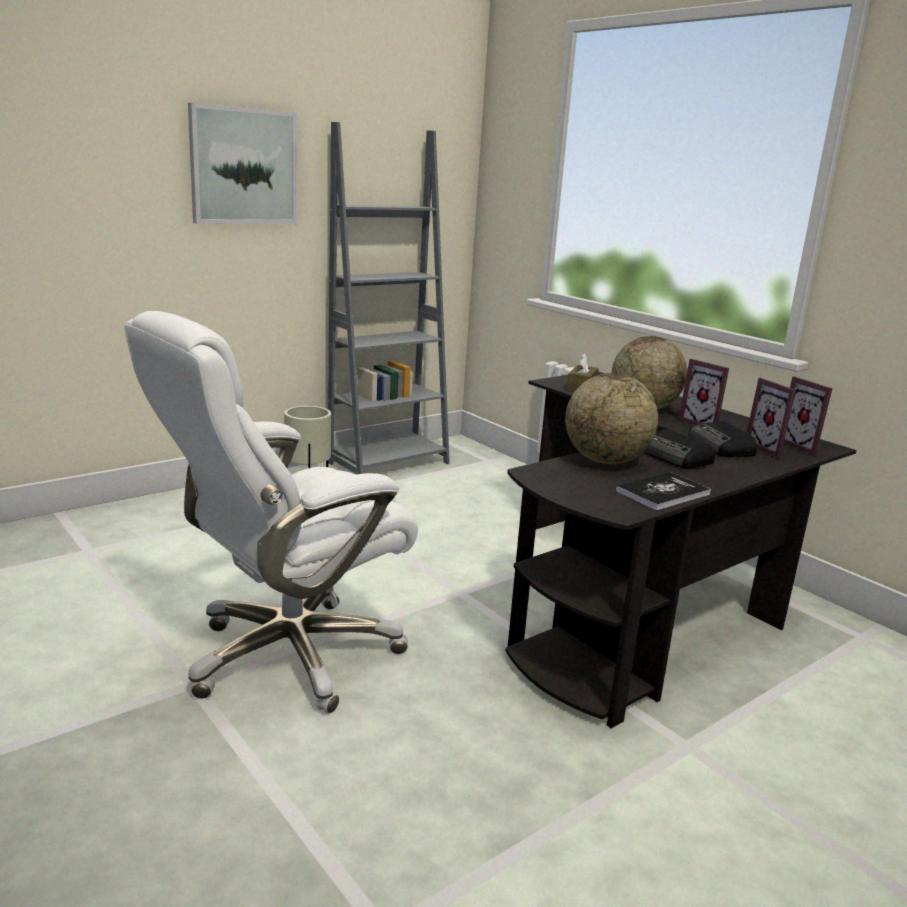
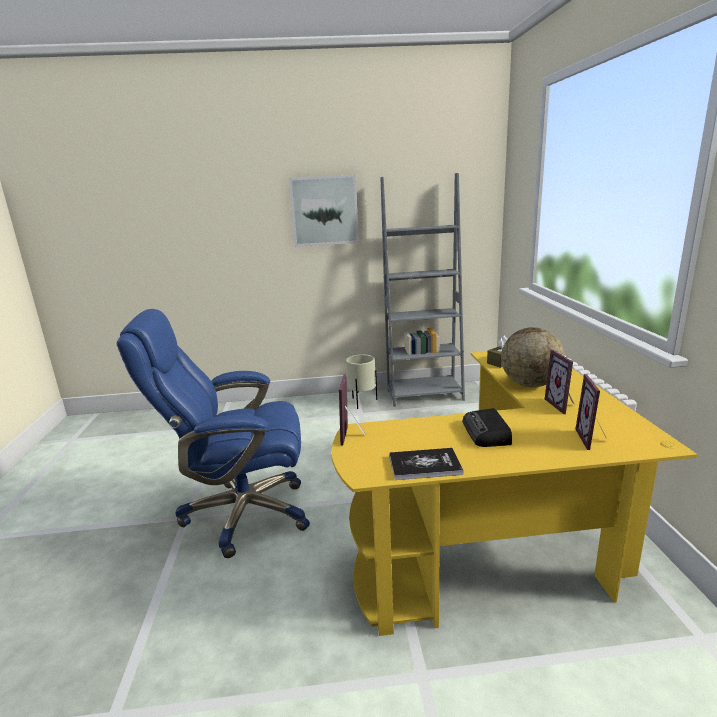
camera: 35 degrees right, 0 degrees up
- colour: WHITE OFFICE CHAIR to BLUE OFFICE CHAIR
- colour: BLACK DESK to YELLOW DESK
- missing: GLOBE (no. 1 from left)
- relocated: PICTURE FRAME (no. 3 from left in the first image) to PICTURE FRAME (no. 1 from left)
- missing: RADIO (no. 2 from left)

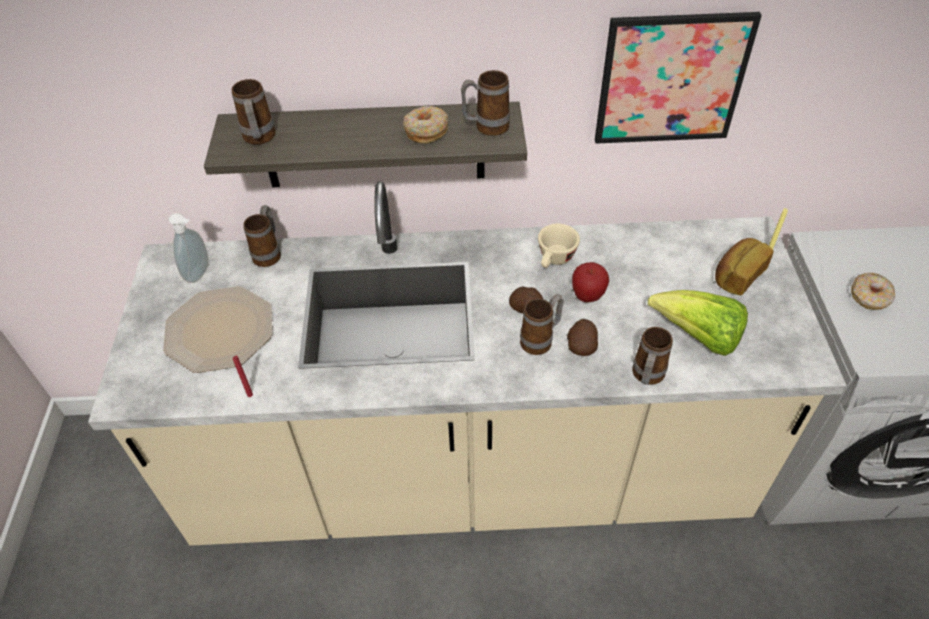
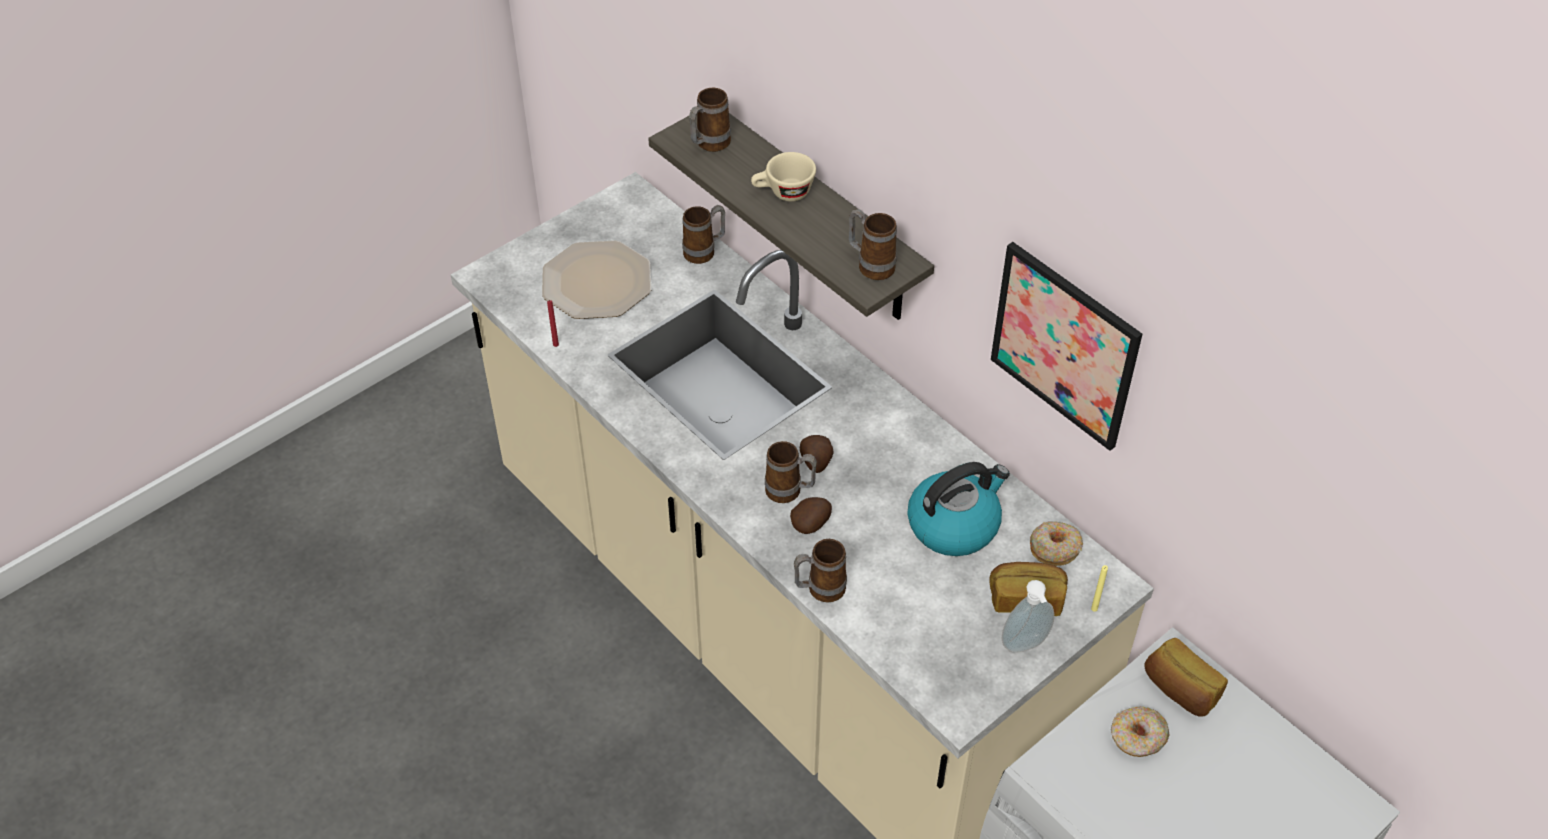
camera: 50 degrees right, 0 degrees up
- relocated: DONUT (no. 1 from left)
- relocated: SOAP DISPENSER
- relocated: BEIGE CUP
- missing: APPLE
- missing: LETTUCE
- appeared: KETTLE
- appeared: BREAD (no. 2 from left)

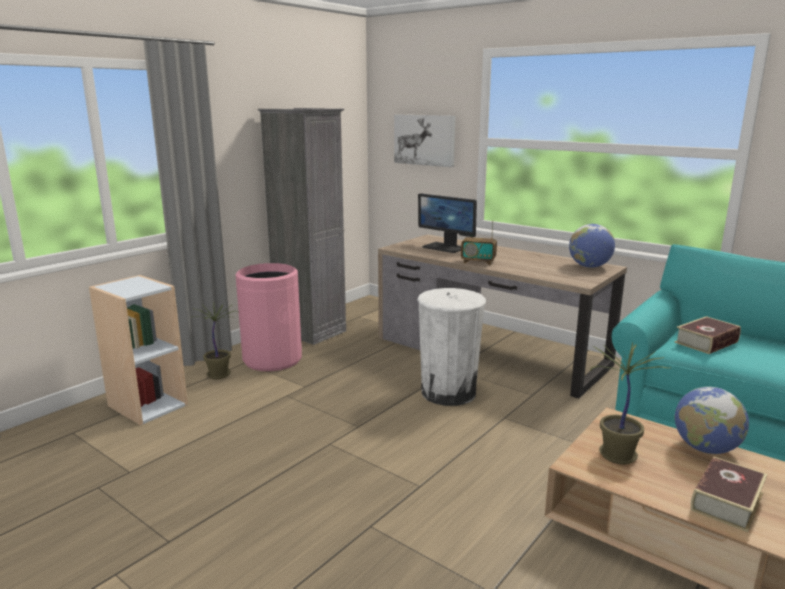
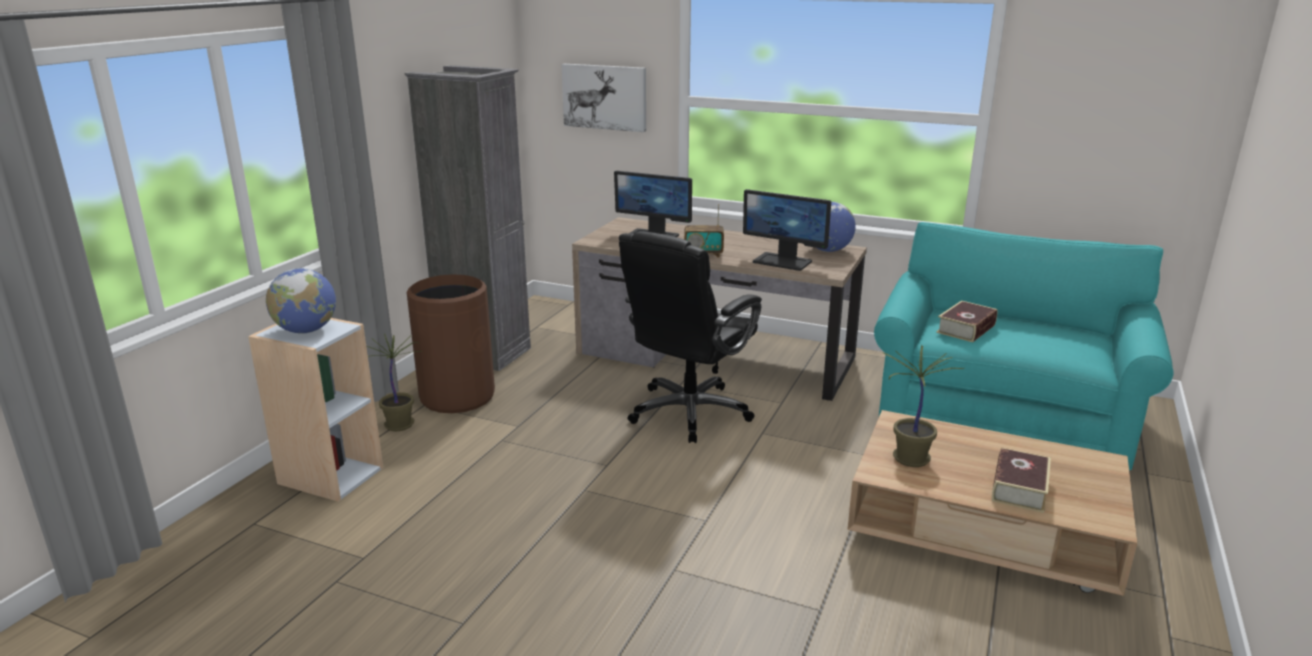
camera: 15 degrees left, 5 degrees up
- colour: PINK TRASH CAN to BROWN TRASH CAN
- exchanged: WHITE TRASH CAN to BLACK OFFICE CHAIR
- relocated: GLOBE (no. 2 from left in the first image) to GLOBE (no. 1 from left)
- appeared: MONITOR (no. 2 from left)

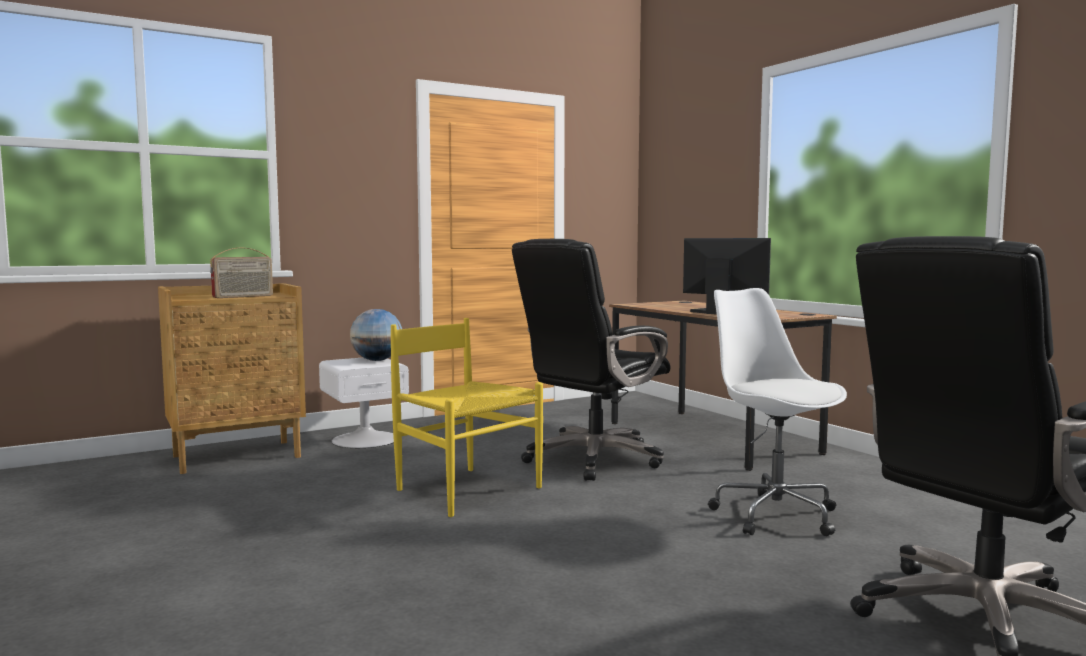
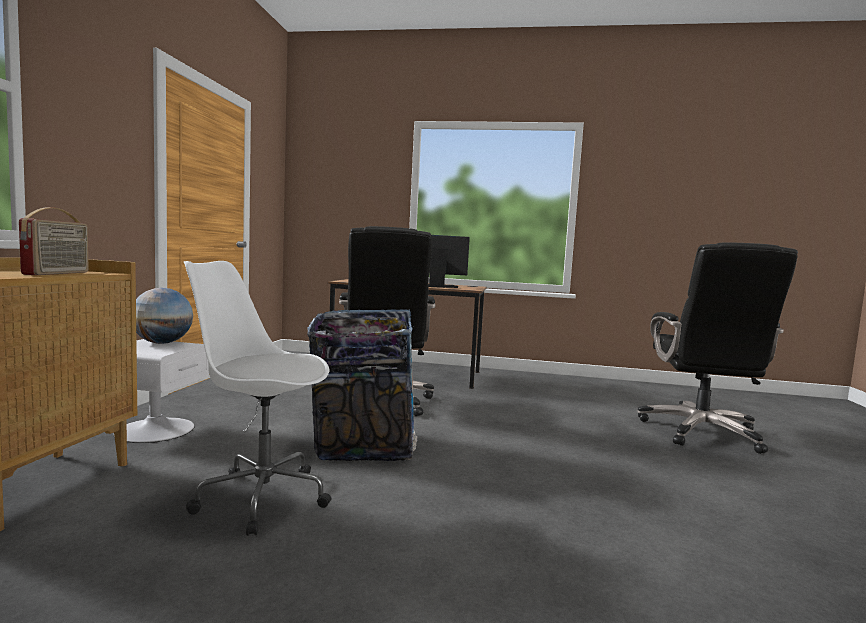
camera: 50 degrees left, 0 degrees up
- relocated: WHITE OFFICE CHAIR
- exchanged: YELLOW CHAIR to TRASH CAN

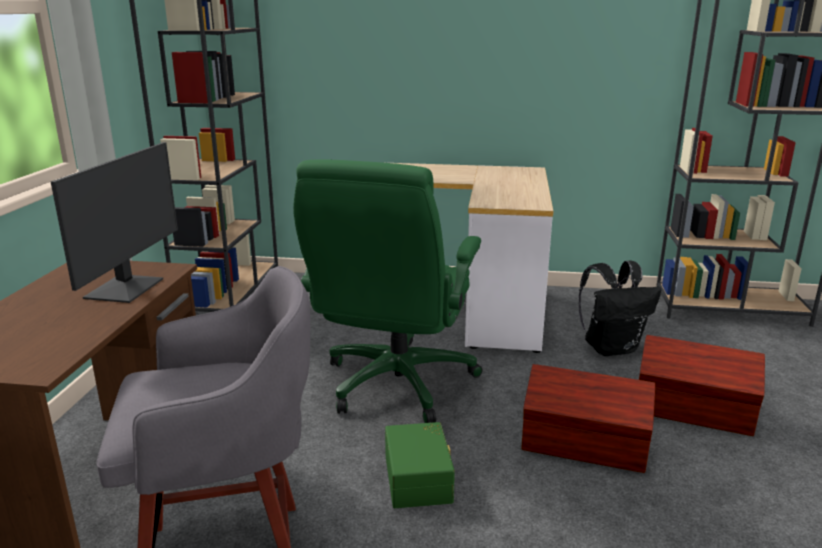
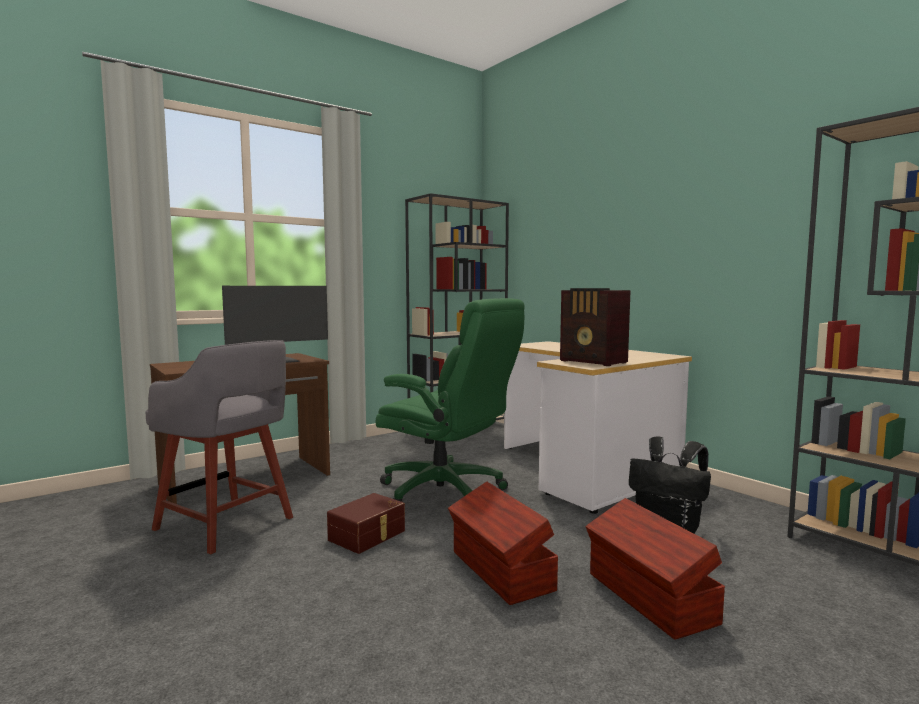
camera: 45 degrees right, 15 degrees down
- spun: GREEN OFFICE CHAIR 120 degrees counterclockwise
- colour: GREEN STORAGE BOX to BROWN STORAGE BOX (no. 1 from left)
- appeared: RADIO

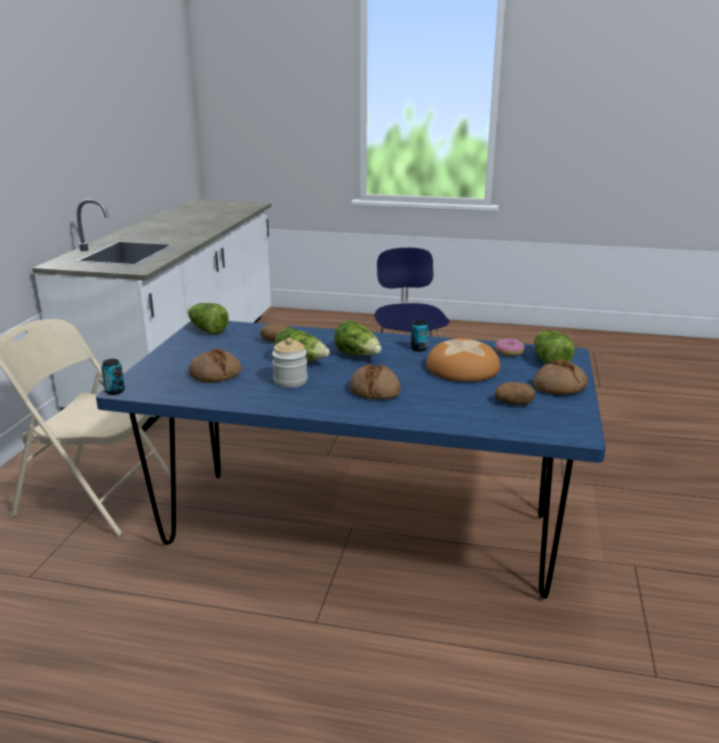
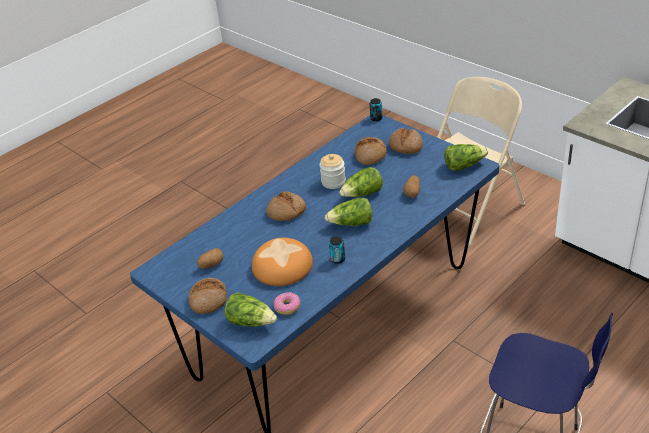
camera: 125 degrees right, 15 degrees up
- appeared: BREAD (no. 5 from left)

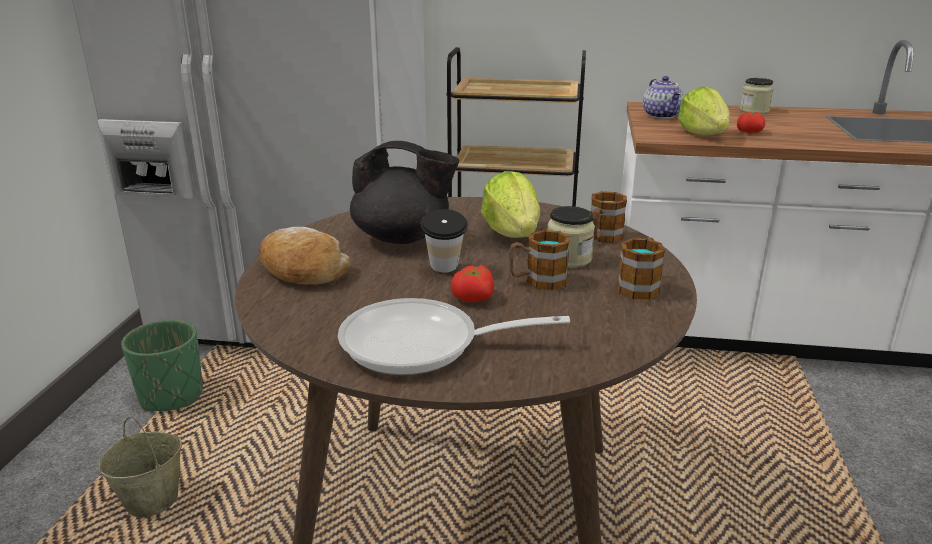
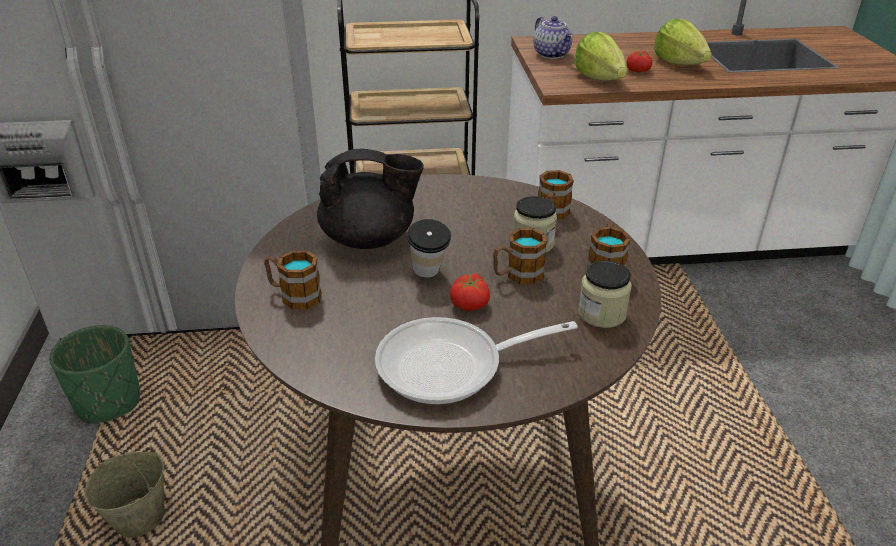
camera: 15 degrees left, 10 degrees up
- relocated: JAR (no. 2 from left)
- relocated: LETTUCE (no. 1 from left in the first image) to LETTUCE (no. 2 from left)
- exchanged: BREAD to MUG (no. 1 from left)

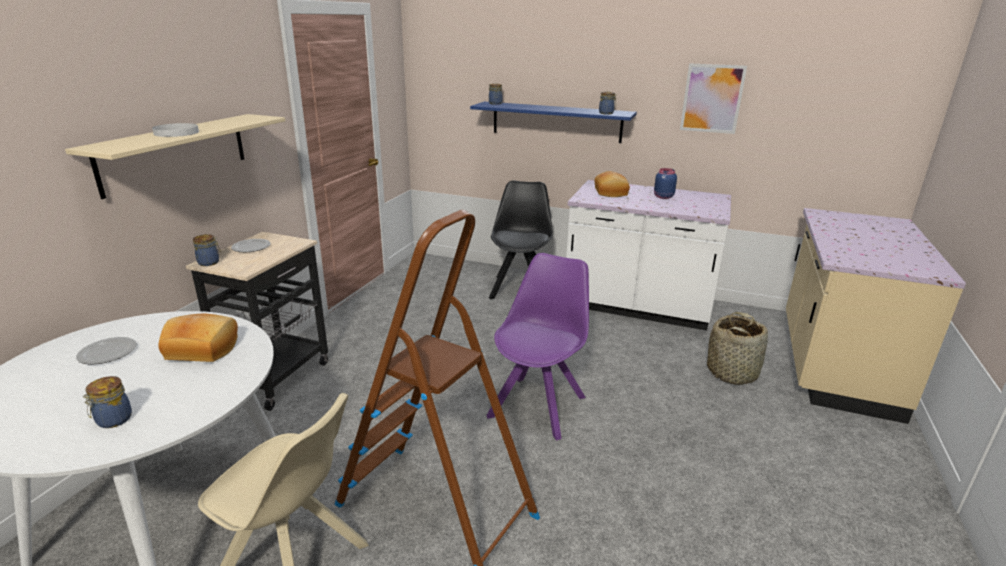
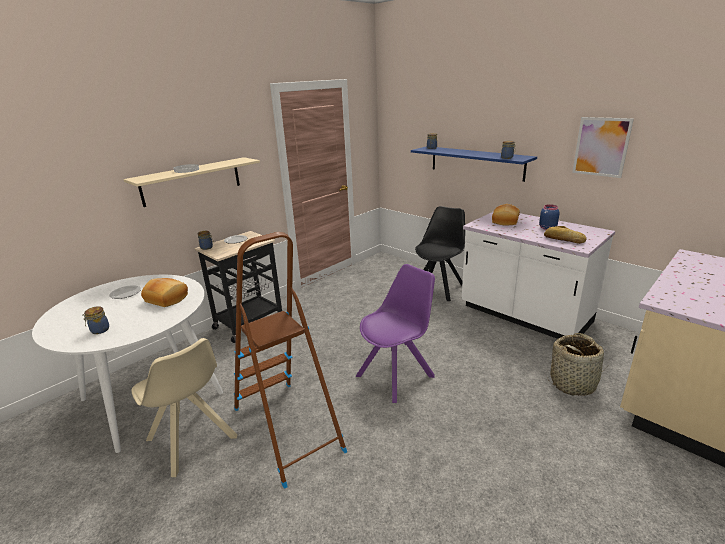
camera: 25 degrees right, 0 degrees up
- appeared: BREAD (no. 3 from left)

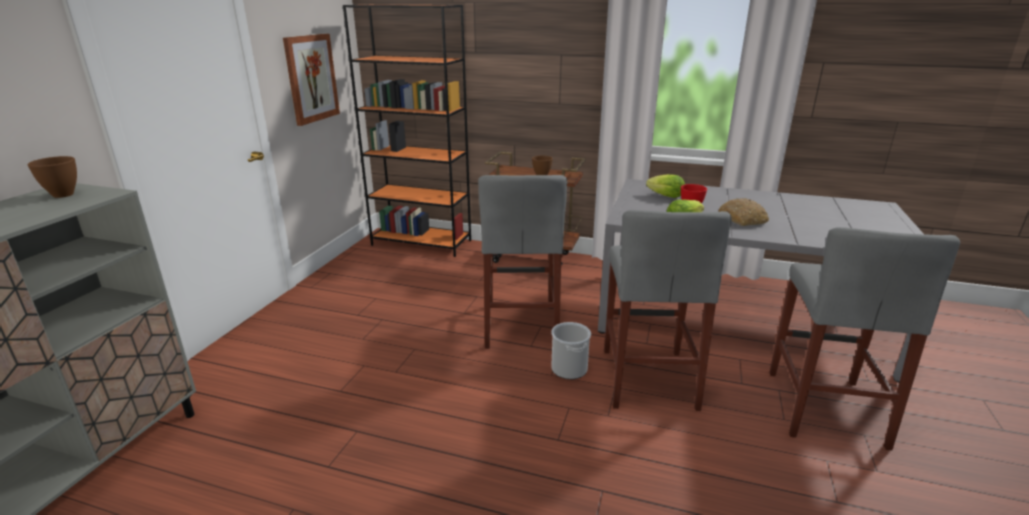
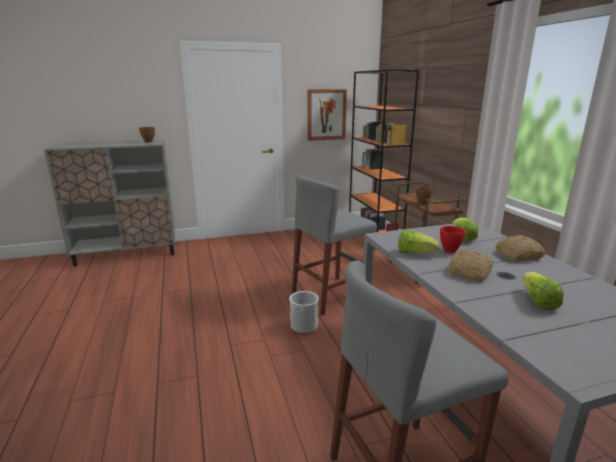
camera: 55 degrees right, 5 degrees down
- missing: GREY STOOL (no. 2 from left)
- appeared: BREAD (no. 2 from left)
- appeared: LETTUCE (no. 3 from left)

